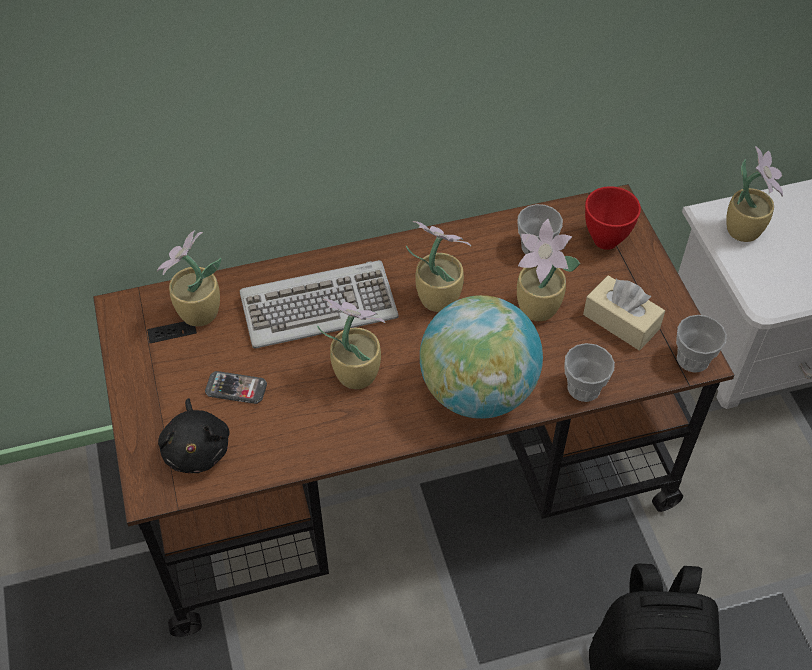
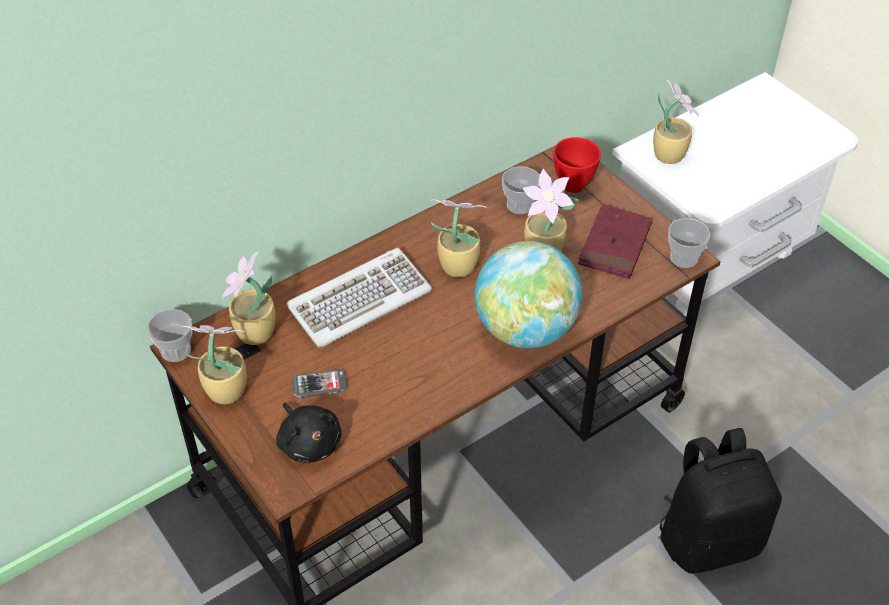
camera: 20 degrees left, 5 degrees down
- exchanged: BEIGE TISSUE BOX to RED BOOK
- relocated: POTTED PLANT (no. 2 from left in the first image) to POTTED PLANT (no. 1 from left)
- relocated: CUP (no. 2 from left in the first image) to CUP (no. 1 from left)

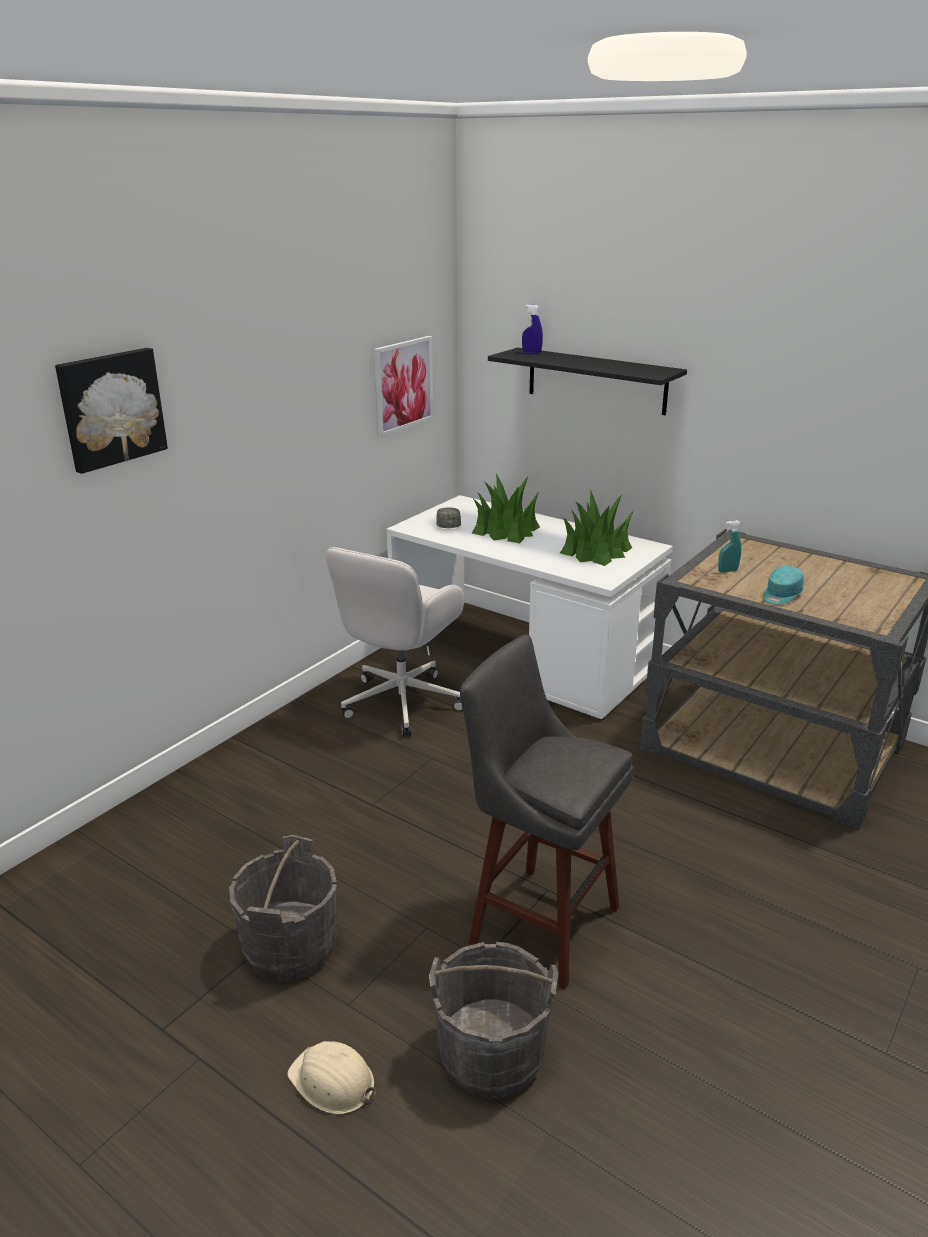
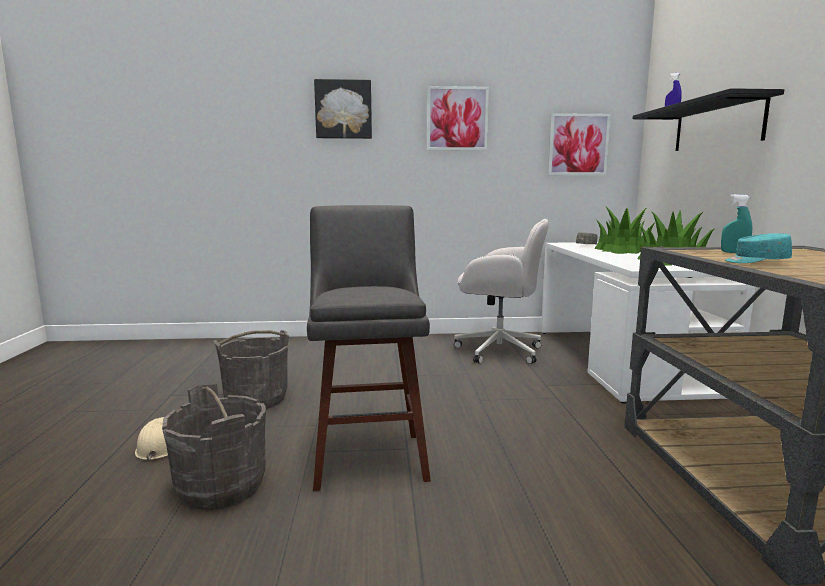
camera: 50 degrees right, 15 degrees down
- spun: WHITE OFFICE CHAIR 150 degrees counterclockwise
- appeared: PICTURE (no. 2 from left)

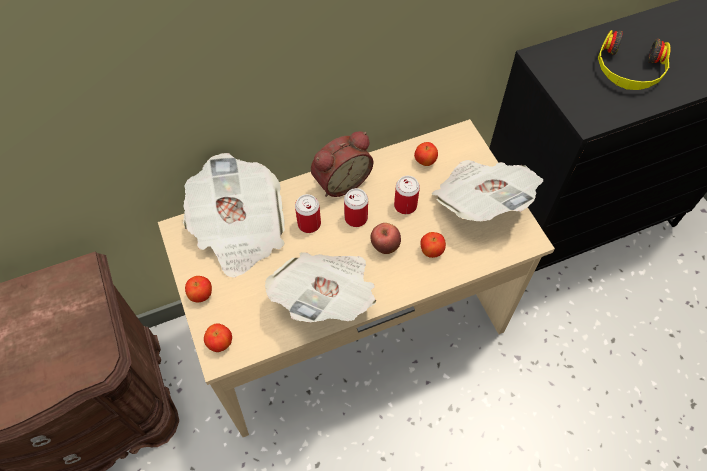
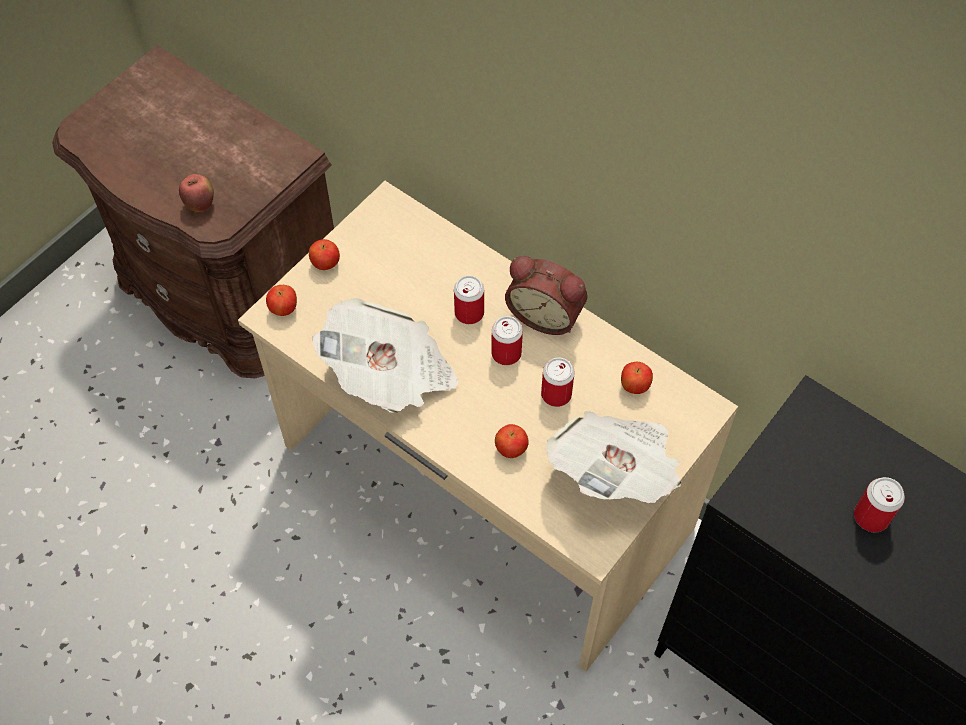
camera: 60 degrees right, 0 degrees up
- exchanged: HEADPHONES to CAN (no. 4 from left)
- missing: NEWSPAPER (no. 1 from left)
- relocated: APPLE (no. 3 from left in the first image) to APPLE (no. 1 from left)

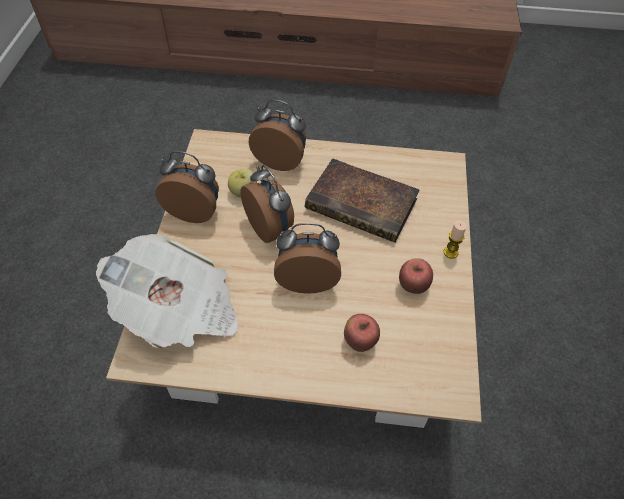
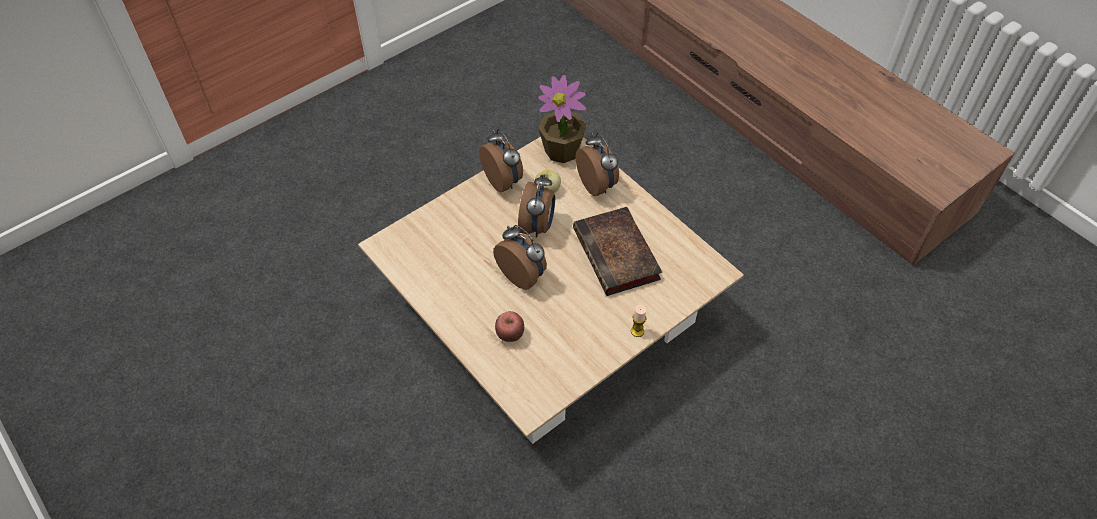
camera: 45 degrees right, 0 degrees up
- missing: NEWSPAPER
- missing: APPLE (no. 3 from left)
- appeared: POTTED PLANT

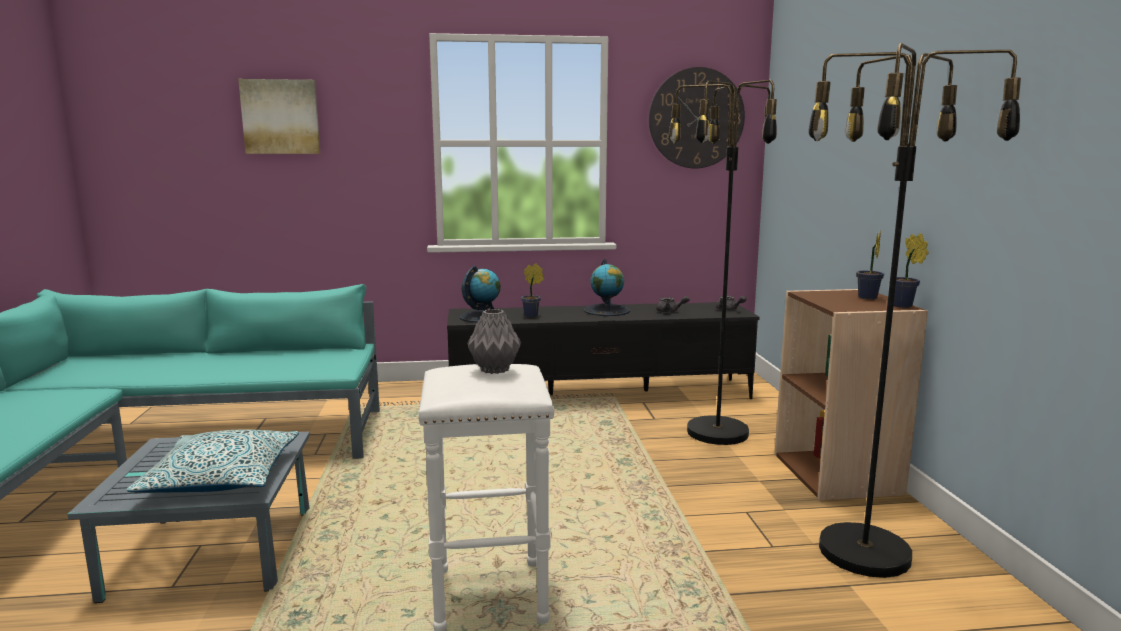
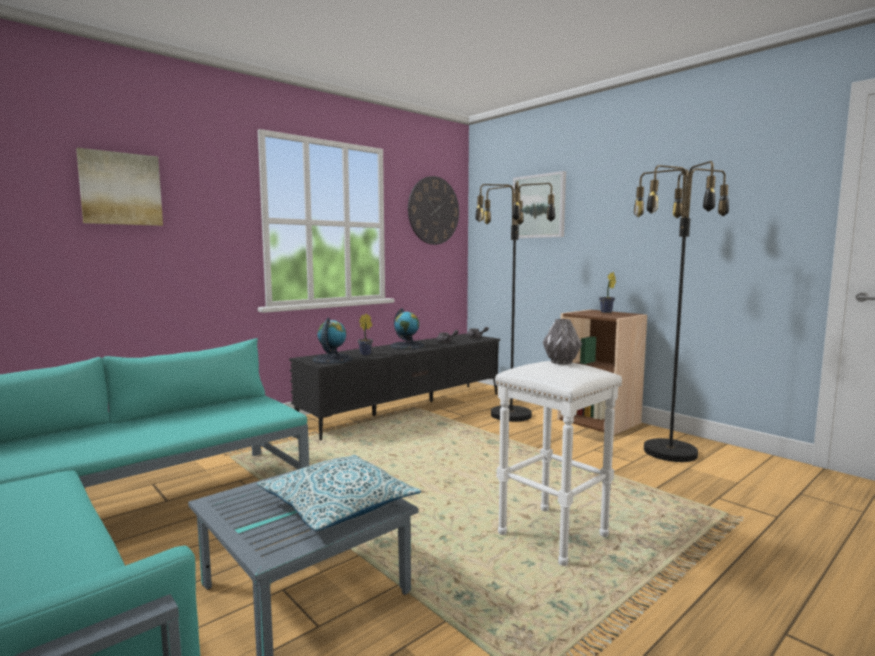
camera: 35 degrees left, 5 degrees down
- missing: POTTED PLANT (no. 3 from left)
- appeared: PICTURE (no. 2 from left)

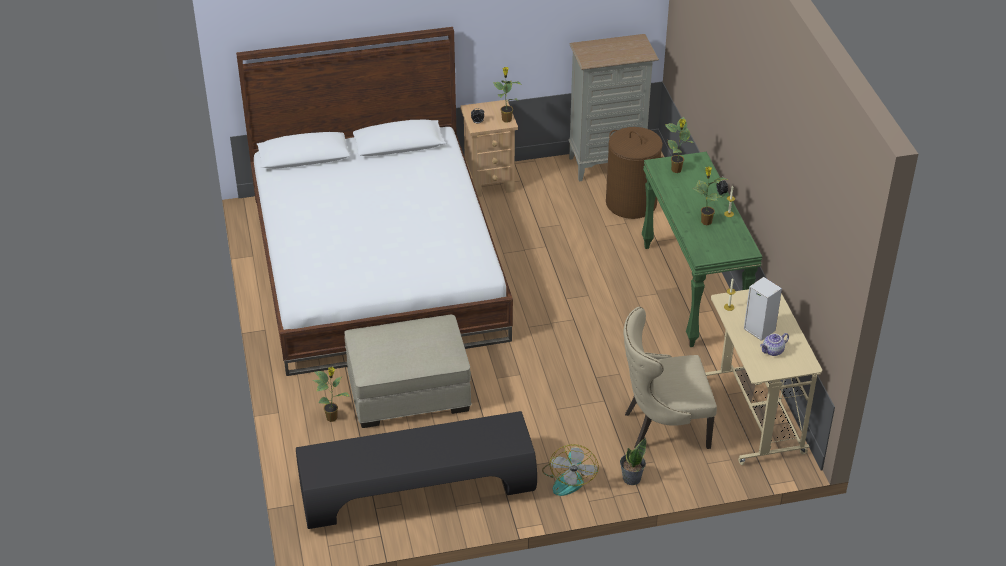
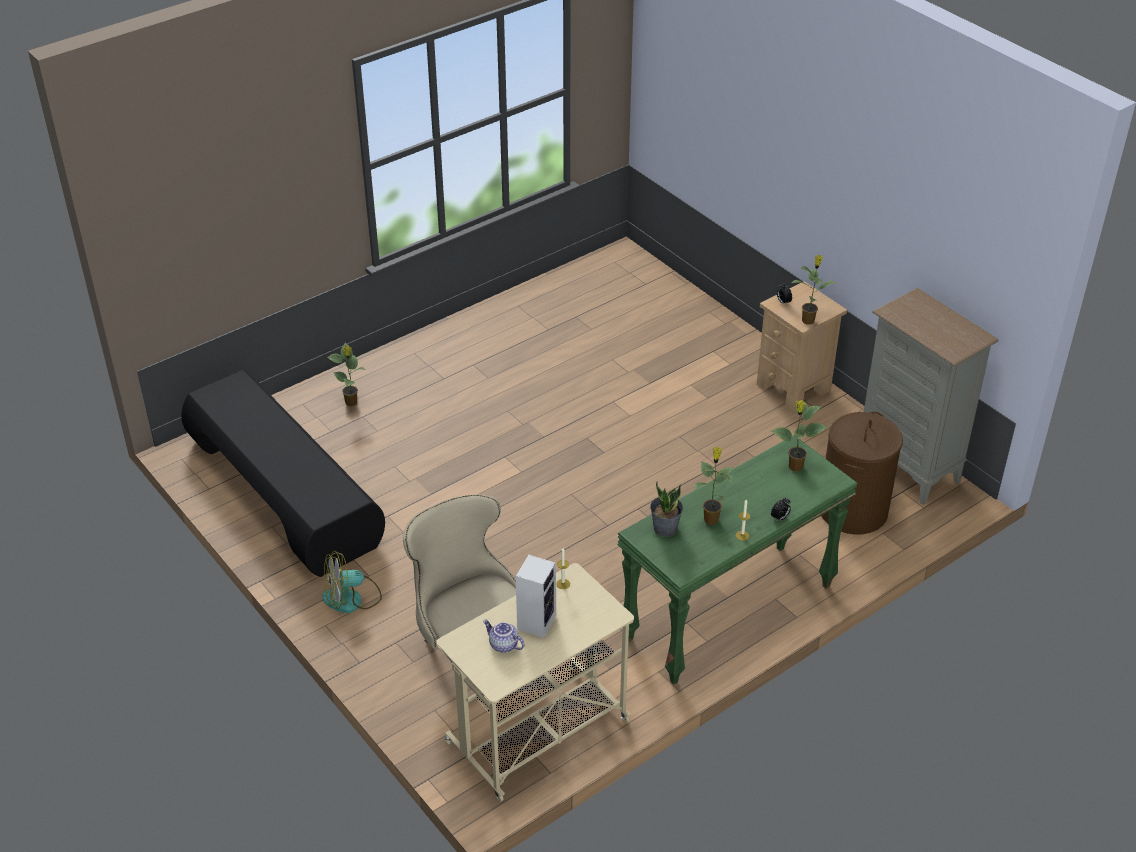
camera: 65 degrees right, 0 degrees up
- missing: BED
- missing: BEIGE OTTOMAN
- relocated: POTTED PLANT (no. 3 from left in the first image) to POTTED PLANT (no. 2 from left)

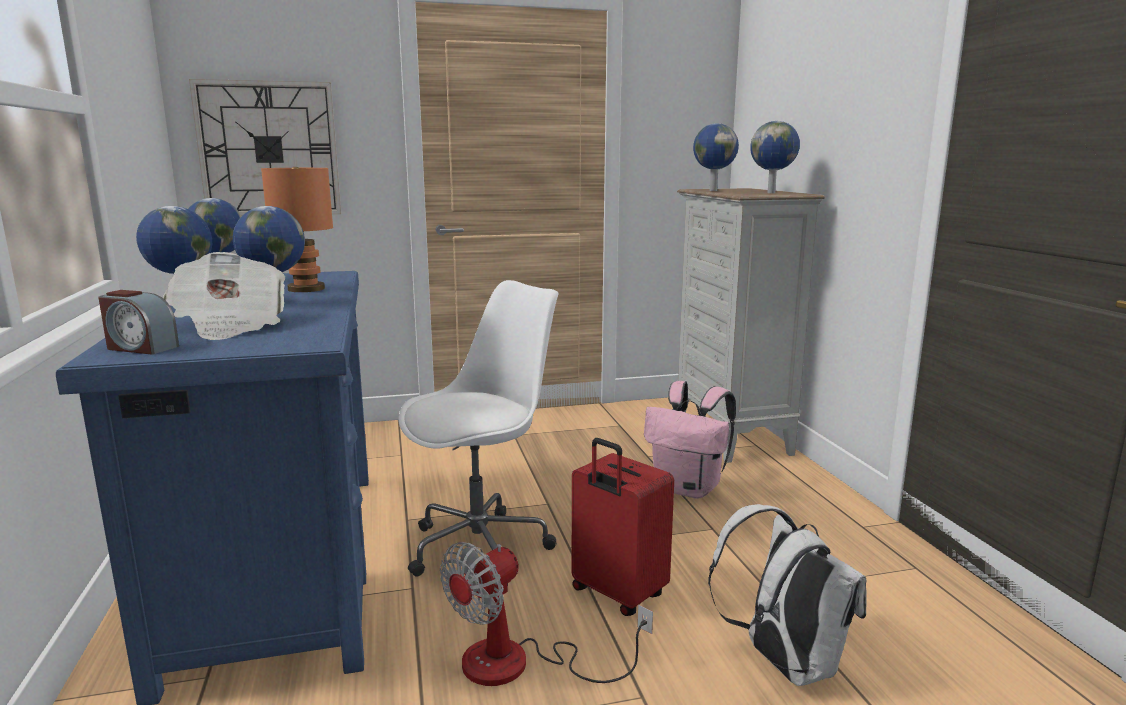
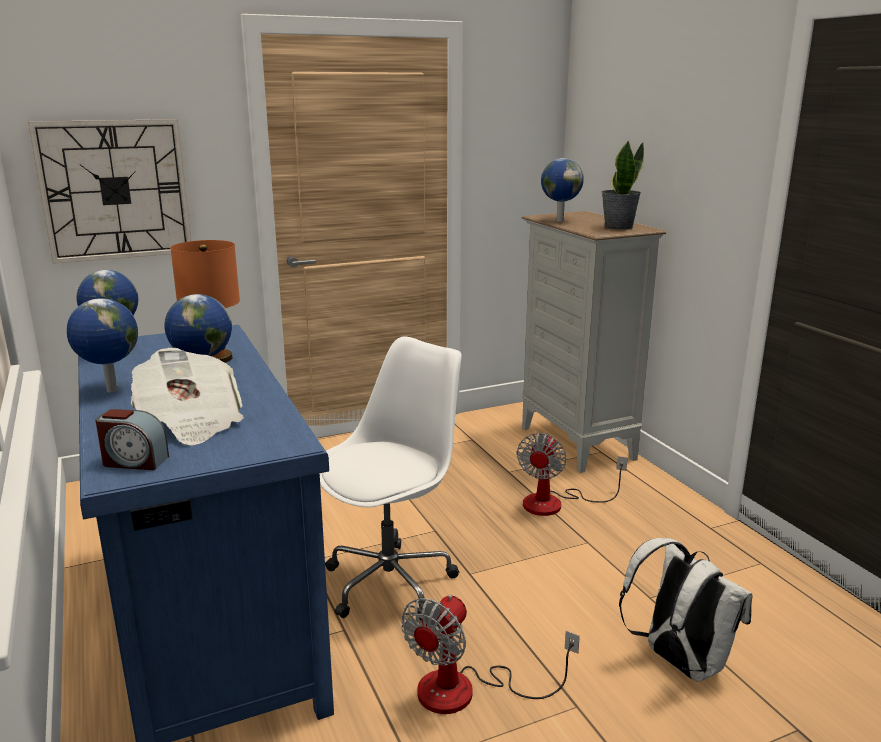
camera: 10 degrees left, 5 degrees up
- exchanged: GLOBE (no. 5 from left) to POTTED PLANT
- exchanged: PINK BACKPACK to FAN (no. 2 from left)
- missing: RED SUITCASE

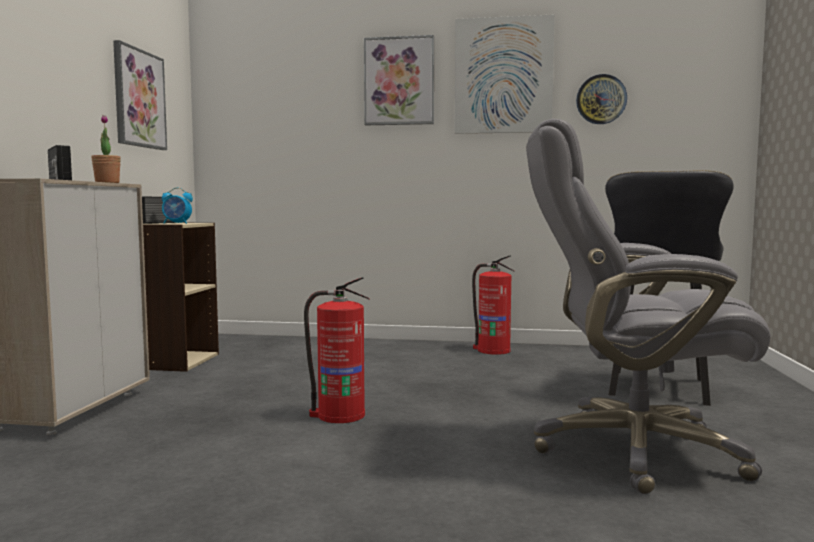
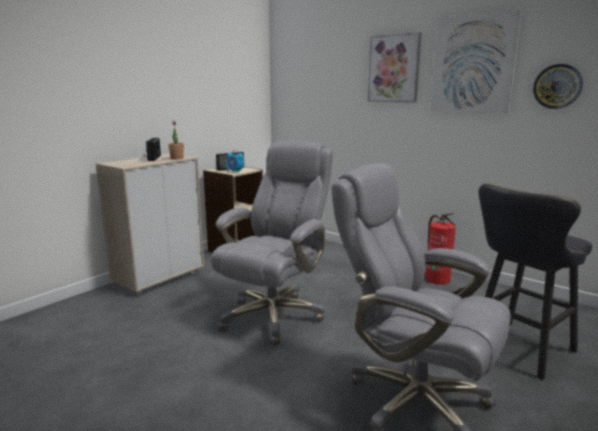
camera: 30 degrees right, 10 degrees up
- missing: PICTURE (no. 1 from left)
- exchanged: FIRE EXTINGUISHER (no. 1 from left) to GREY OFFICE CHAIR (no. 1 from left)

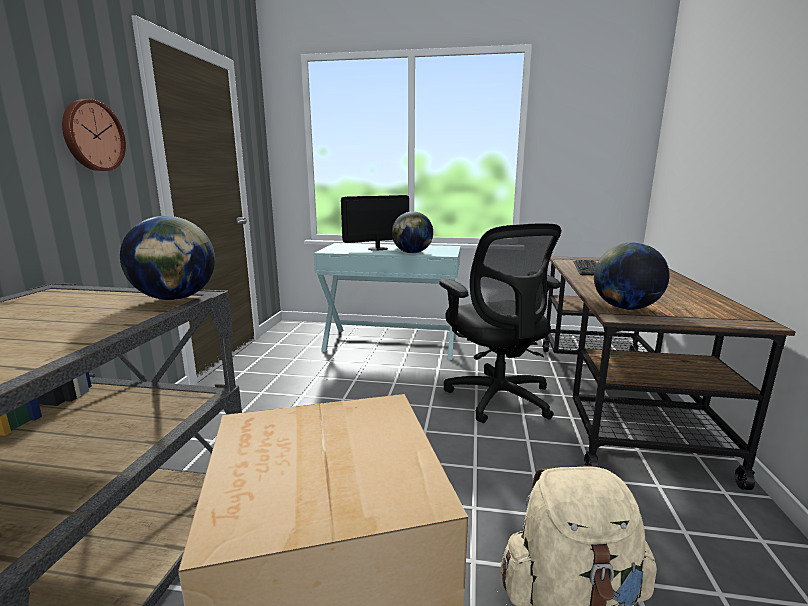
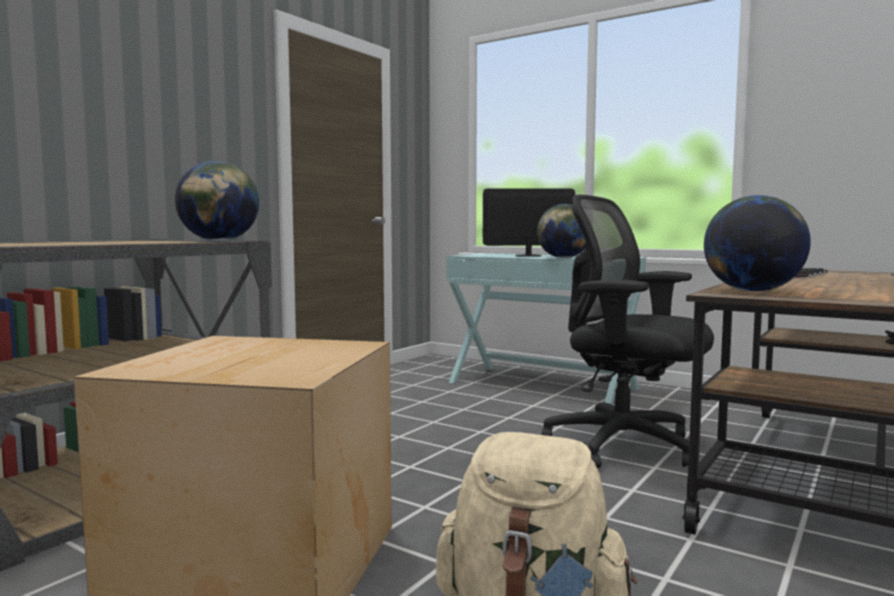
camera: 25 degrees right, 10 degrees down
- missing: WALL CLOCK
- spun: BLACK OFFICE CHAIR 120 degrees clockwise

